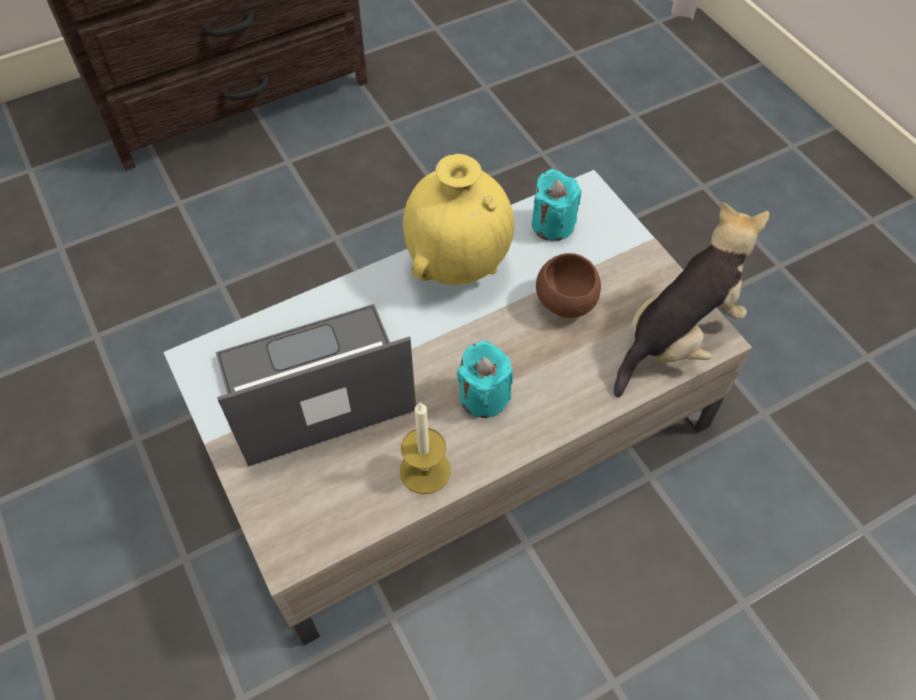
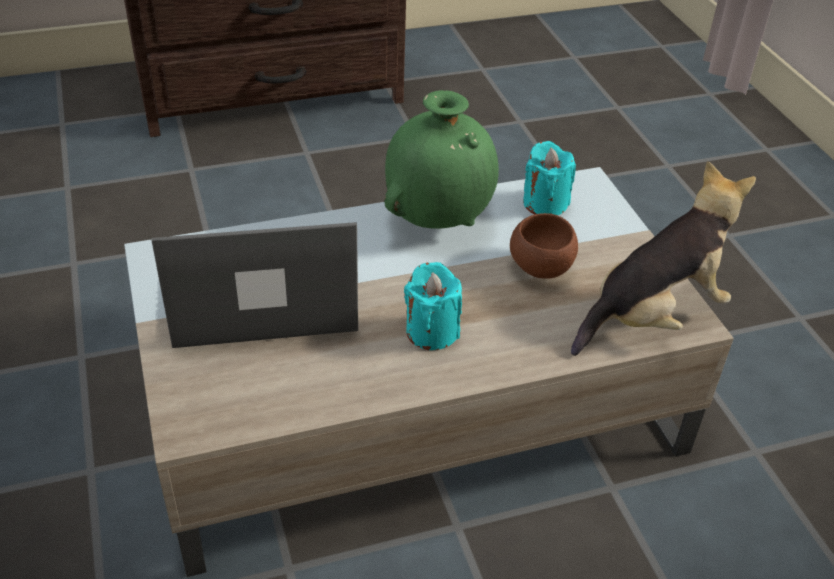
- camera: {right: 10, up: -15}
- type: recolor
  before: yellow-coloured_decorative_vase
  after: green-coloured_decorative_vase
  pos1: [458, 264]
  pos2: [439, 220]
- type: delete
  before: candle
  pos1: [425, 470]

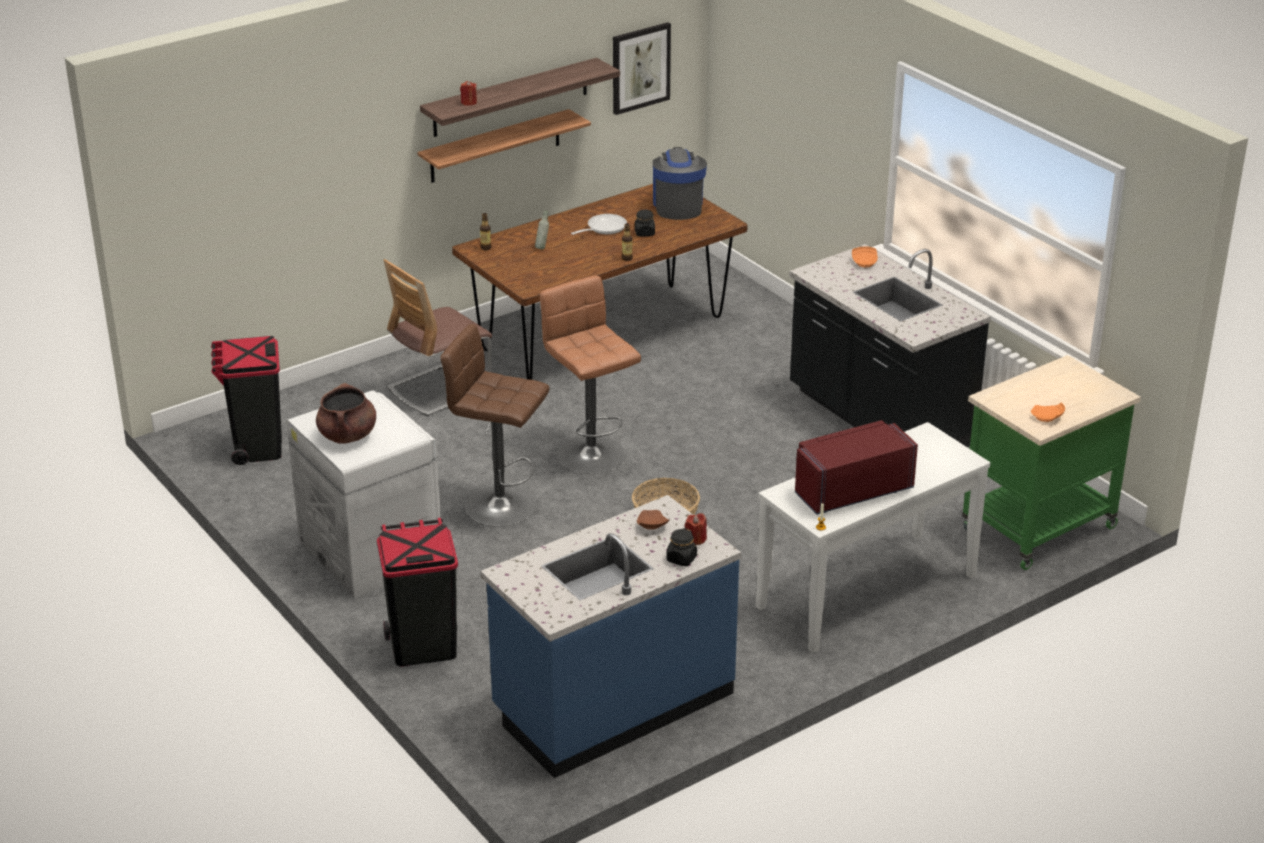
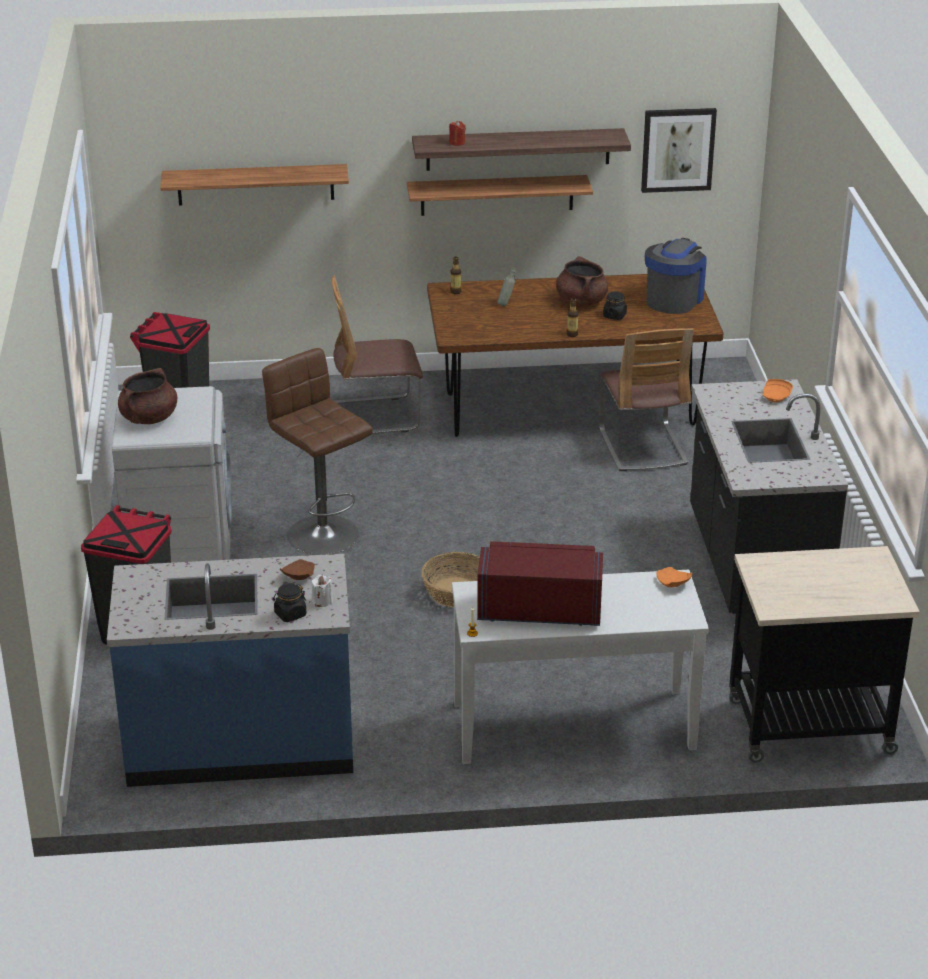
- camera: {right: 30, up: 0}
- type: insert
  after: wall_shelf
  pos2: [255, 184]
- type: recolor
  before: red_candle
  after: white-coloured_candle
  pos1: [695, 539]
  pos2: [322, 601]
- type: replace
  before: pan
  after: brown-coloured_stockpot
  pos1: [603, 228]
  pos2: [581, 301]
- type: insert
  after: upright_chair
  pos2: [642, 447]
- type: move
  before: orangey_plate
  pos1: [1047, 418]
  pos2: [673, 583]
- type: recolor
  before: green-coloured_trolley
  after: blackish_trolley
  pos1: [1038, 529]
  pos2: [808, 728]
- type: delete
  before: brown-coloured_sitting_stool
  pos1: [591, 455]

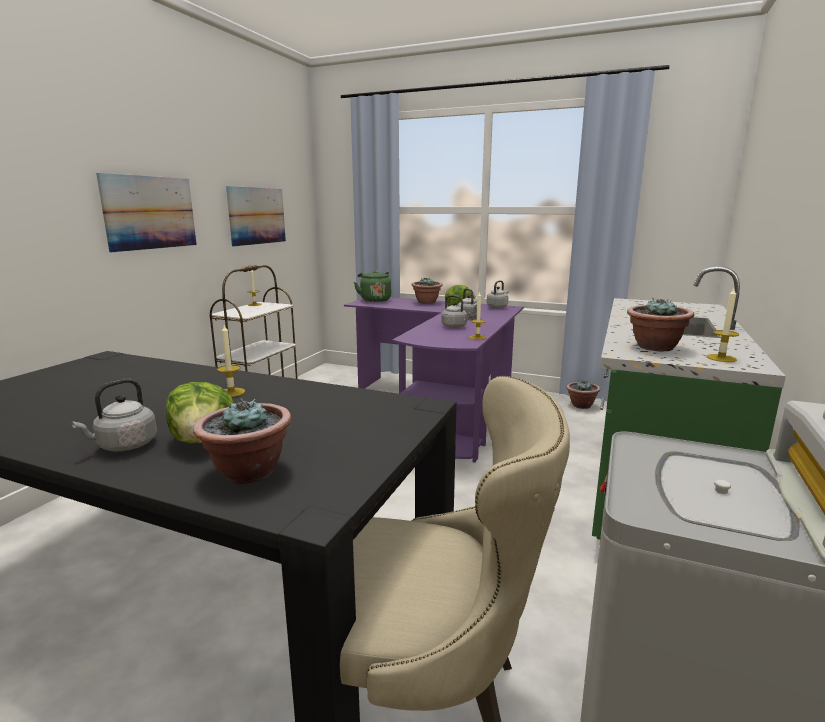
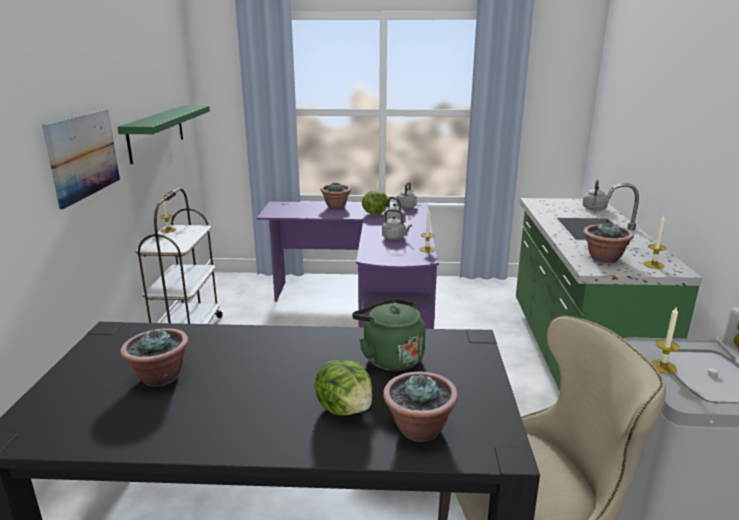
- camera: {right: -20, up: 5}
- type: replace
  before: wall_art
  after: green-coloured_wall_shelf
  pos1: [257, 216]
  pos2: [156, 132]
- type: move
  before: plant_in_a_pot
  pos1: [581, 405]
  pos2: [160, 377]
- type: move
  before: green-coloured_water_kettle
  pos1: [374, 300]
  pos2: [390, 357]
- type: move
  before: grey_water_kettle
  pos1: [124, 445]
  pos2: [594, 209]
- type: move
  before: candle
  pos1: [231, 392]
  pos2: [662, 366]

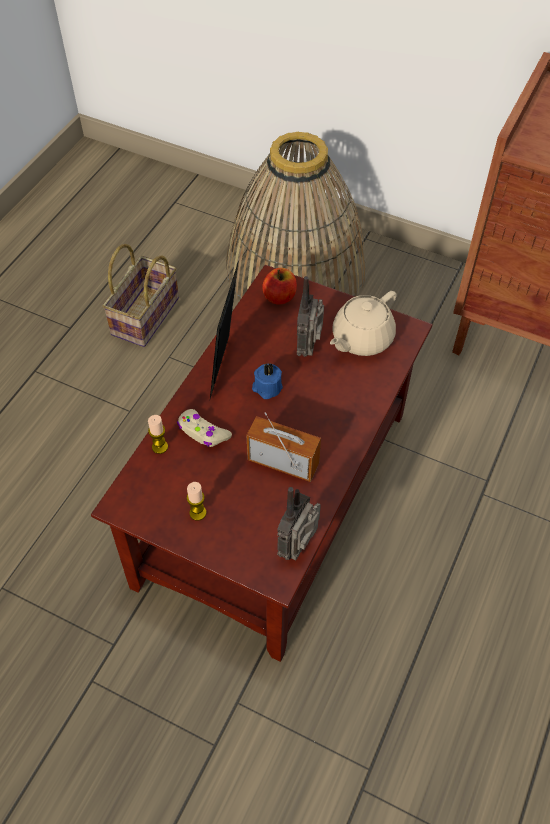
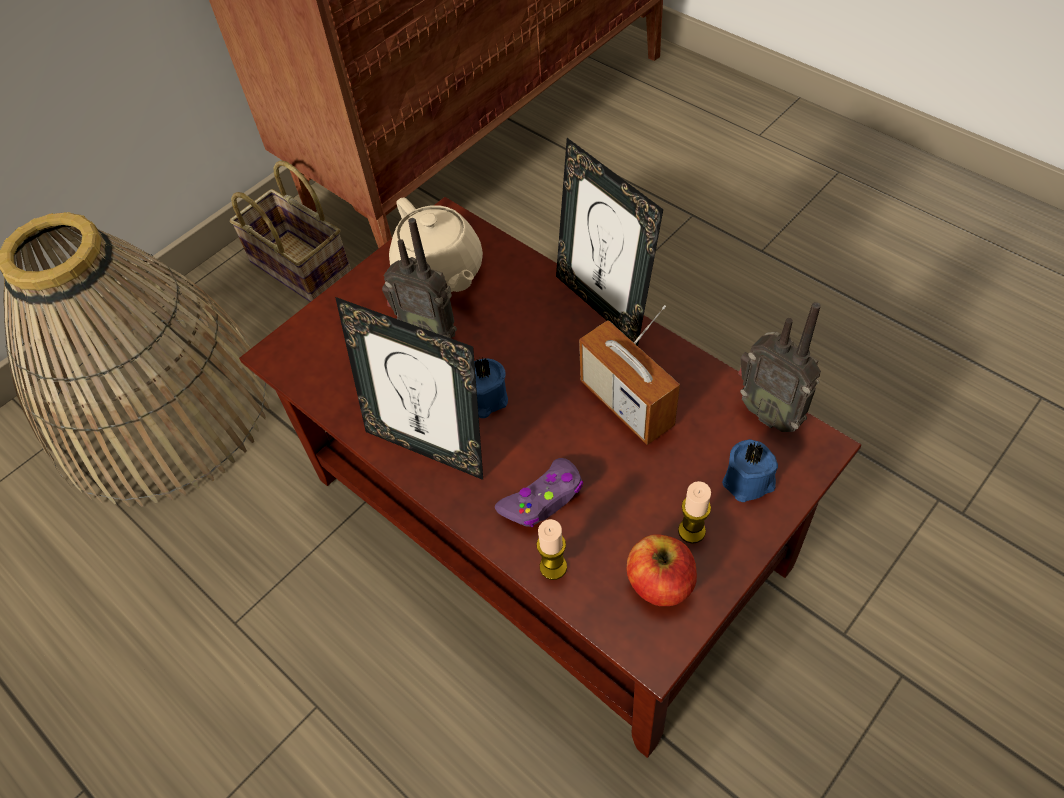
- camera: {right: -70, up: 0}
- type: move
  before: storage_basket
  pos1: [146, 318]
  pos2: [304, 267]
- type: recolor
  before: sand-coloured_gamepad
  after: purple_gamepad
  pos1: [203, 432]
  pos2: [543, 499]
- type: insert
  after: picture_frame
  pos2: [603, 305]
- type: rotate
  before: radio
  pos1: [283, 462]
  pos2: [626, 404]
  turn: -75
- type: move
  before: apple
  pos1: [279, 297]
  pos2: [660, 582]
- type: insert
  after: blue_candle
  pos2: [749, 482]

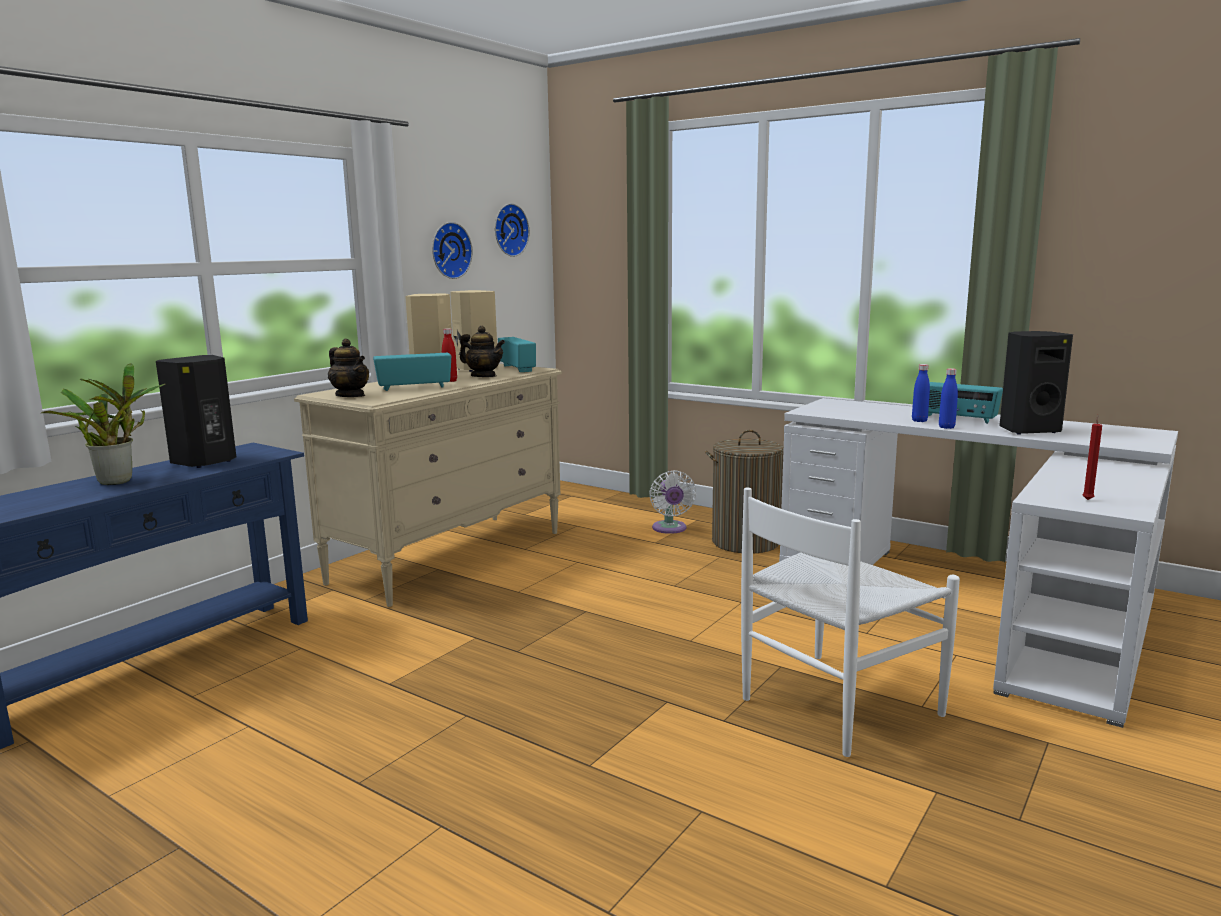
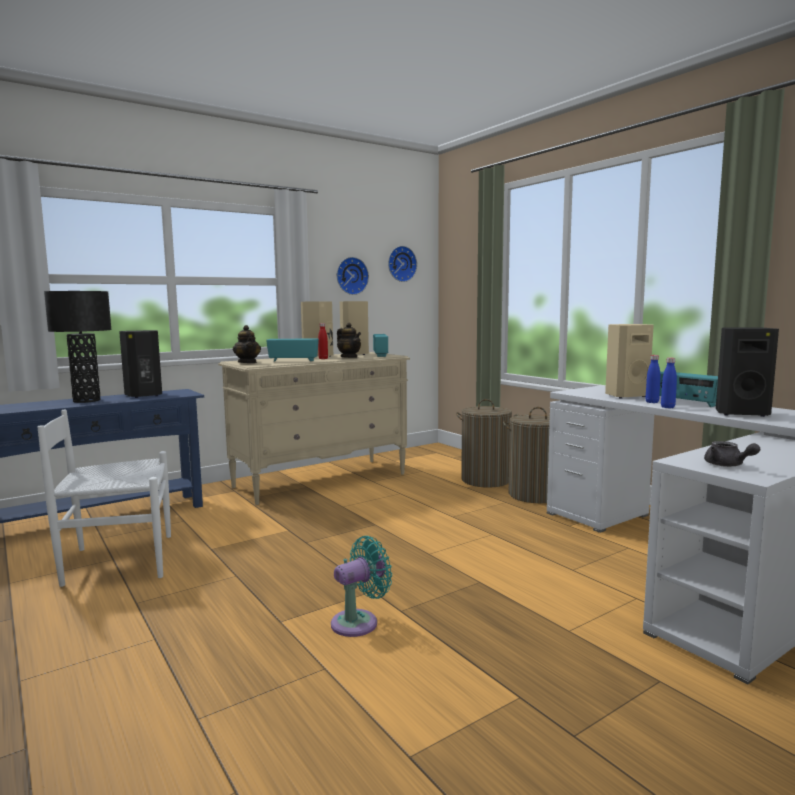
- camera: {right: 20, up: -5}
- type: move
  before: white-coloured_upright_chair
  pos1: [834, 705]
  pos2: [118, 561]
- type: replace
  before: plant_in_a_pot
  after: blackish_lamp_for_a_table
  pos1: [119, 480]
  pos2: [86, 400]
- type: insert
  after: blue-green_electric_fan
  pos2: [359, 622]
- type: replace
  before: white-coloured_electric_fan
  after: washing_basket
  pos1: [670, 529]
  pos2: [485, 480]
- type: insert
  after: sand-coloured_loudspeaker
  pos2: [625, 396]
- type: replace
  before: red_candle
  after: grey_teapot
  pos1: [1088, 499]
  pos2: [727, 465]

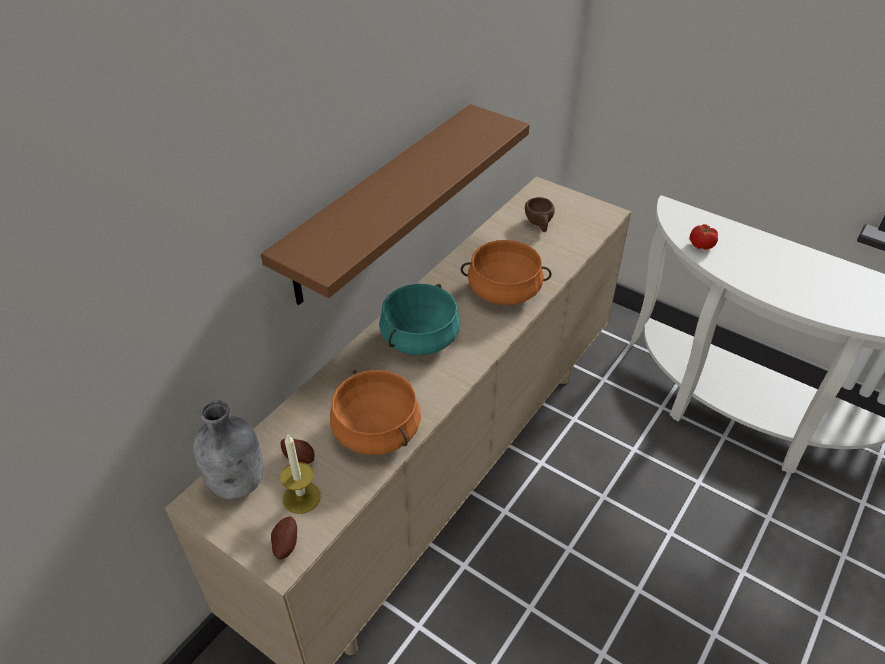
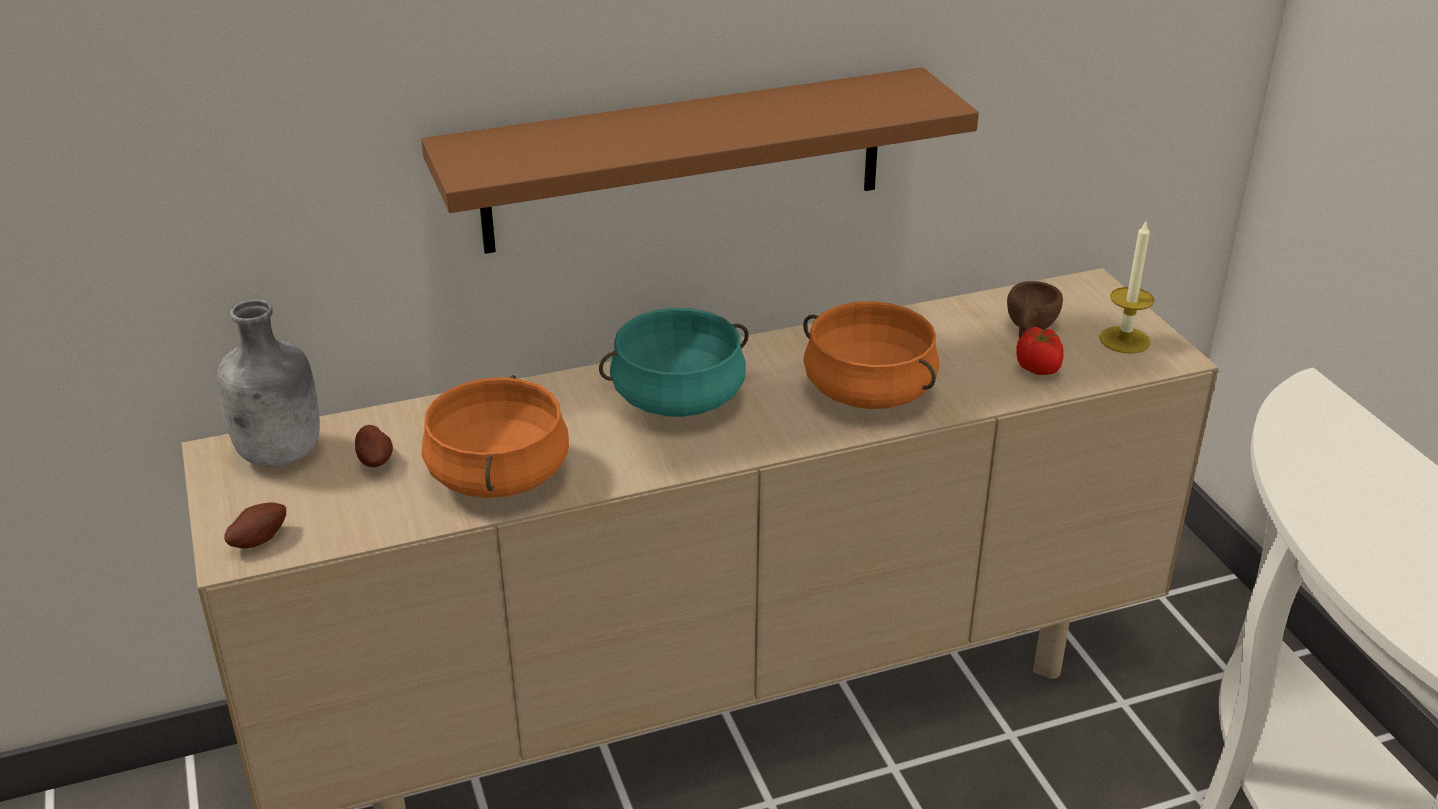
- camera: {right: 35, up: -10}
- type: move
  before: tomato
  pos1: [701, 245]
  pos2: [1038, 368]
- type: move
  before: candle
  pos1: [301, 497]
  pos2: [1124, 340]

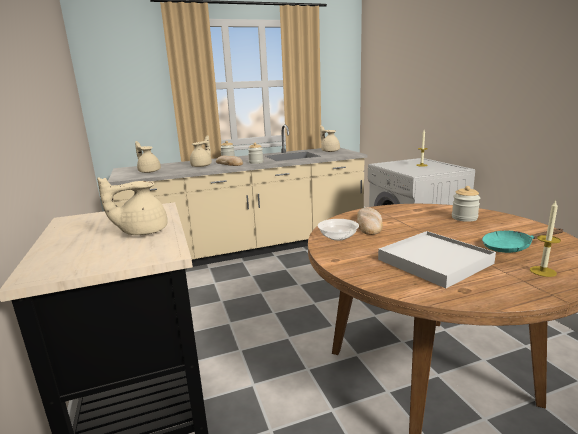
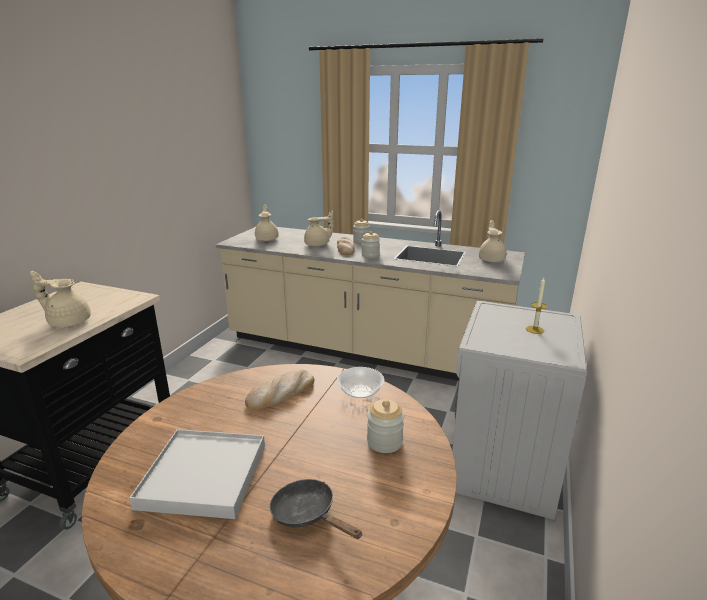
- camera: {right: 40, up: 5}
- type: recolor
  before: blue-green_pan
  after: blackish_pan
  pos1: [511, 247]
  pos2: [308, 514]
- type: move
  before: deep_dish
  pos1: [338, 237]
  pos2: [360, 392]
- type: delete
  before: candle
  pos1: [542, 271]

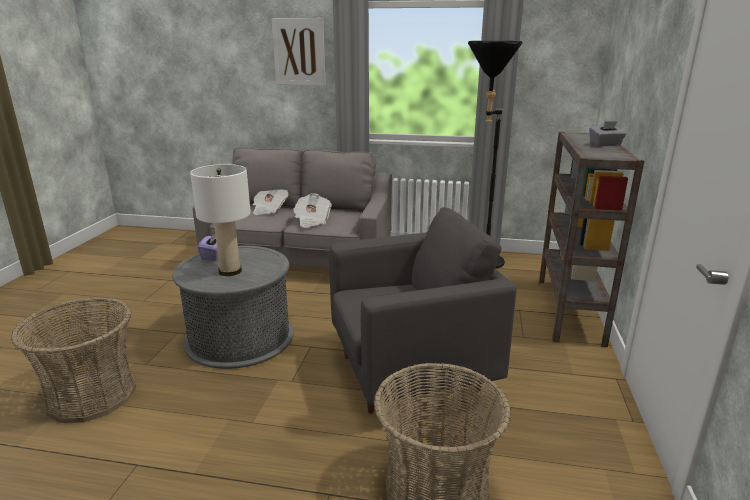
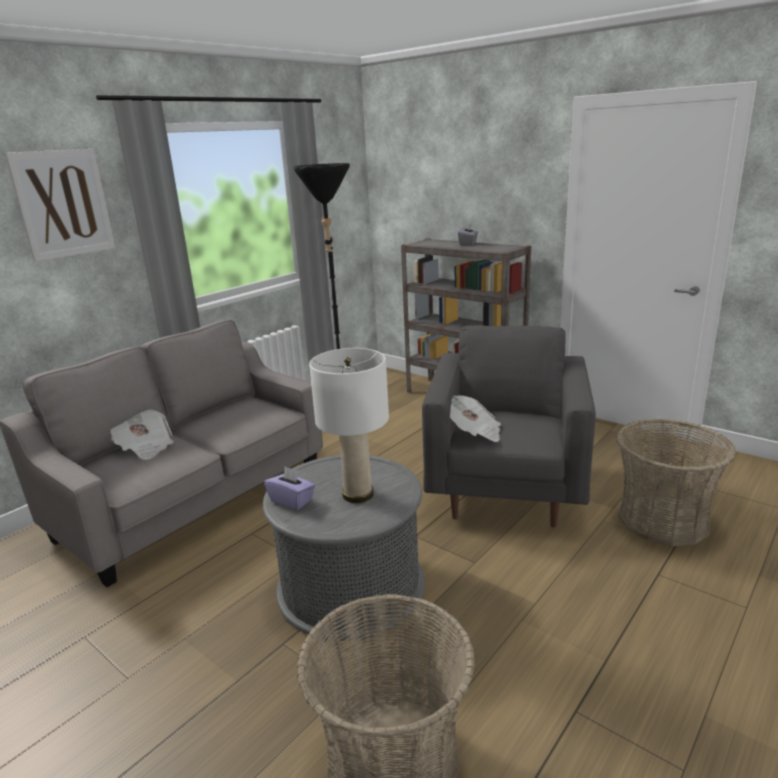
- camera: {right: -60, up: 0}
- type: move
  before: daily_paper
  pos1: [312, 221]
  pos2: [473, 432]

